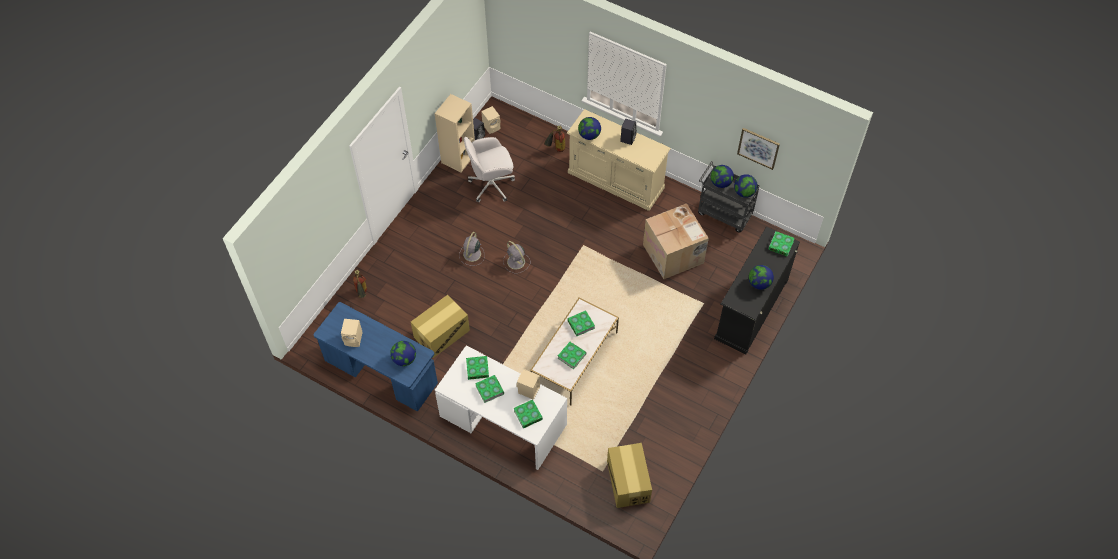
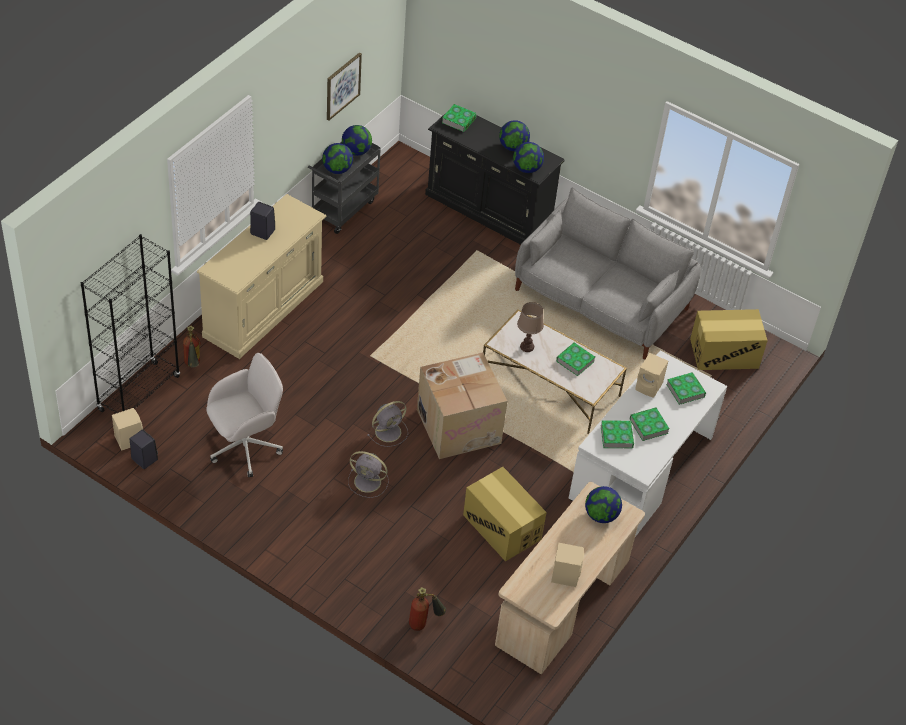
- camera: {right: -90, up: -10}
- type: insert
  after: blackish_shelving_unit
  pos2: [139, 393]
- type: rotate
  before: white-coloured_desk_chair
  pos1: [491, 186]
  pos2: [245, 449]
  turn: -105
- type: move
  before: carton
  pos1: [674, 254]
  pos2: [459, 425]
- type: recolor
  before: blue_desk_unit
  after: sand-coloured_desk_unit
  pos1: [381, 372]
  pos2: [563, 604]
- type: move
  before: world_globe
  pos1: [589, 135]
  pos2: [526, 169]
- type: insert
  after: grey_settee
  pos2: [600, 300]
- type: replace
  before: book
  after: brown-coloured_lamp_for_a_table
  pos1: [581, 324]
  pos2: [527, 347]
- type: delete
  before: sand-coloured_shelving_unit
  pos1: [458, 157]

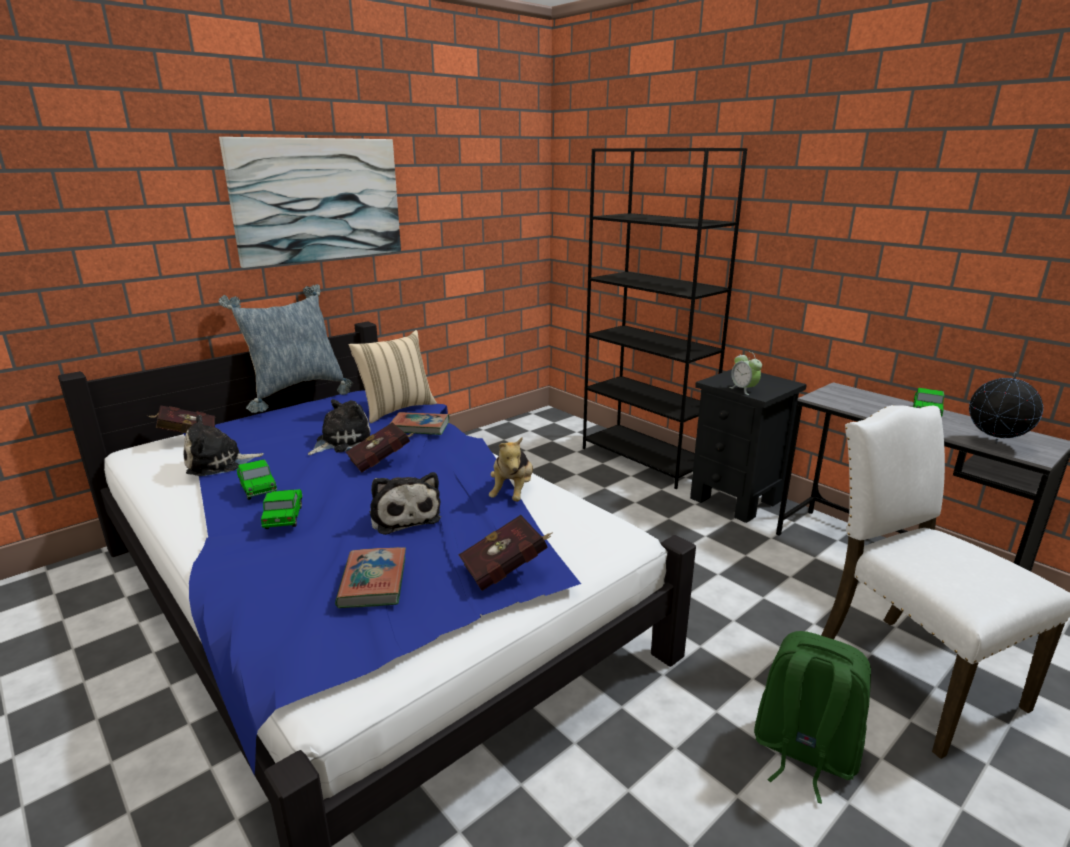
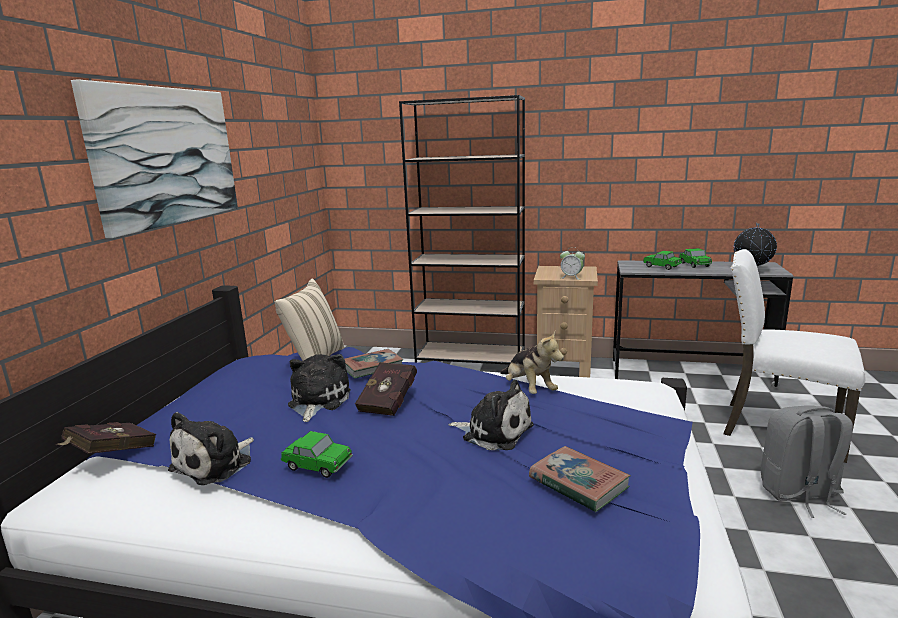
- camera: {right: -35, up: -5}
- type: recolor
  before: blackish_shelving_unit
  after: sand-coloured_shelving_unit
  pos1: [645, 459]
  pos2: [471, 361]
- type: recolor
  before: blackish_nightstand
  after: sand-coloured_nightstand
  pos1: [735, 500]
  pos2: [564, 368]
- type: move
  before: toy_car
  pos1: [284, 518]
  pos2: [661, 267]
- type: recolor
  before: green-coloured_backpack
  after: grey_backpack
  pos1: [803, 753]
  pos2: [799, 494]
- type: delete
  before: pillow
  pos1: [295, 400]
- type: delete
  before: red_book
  pos1: [507, 570]

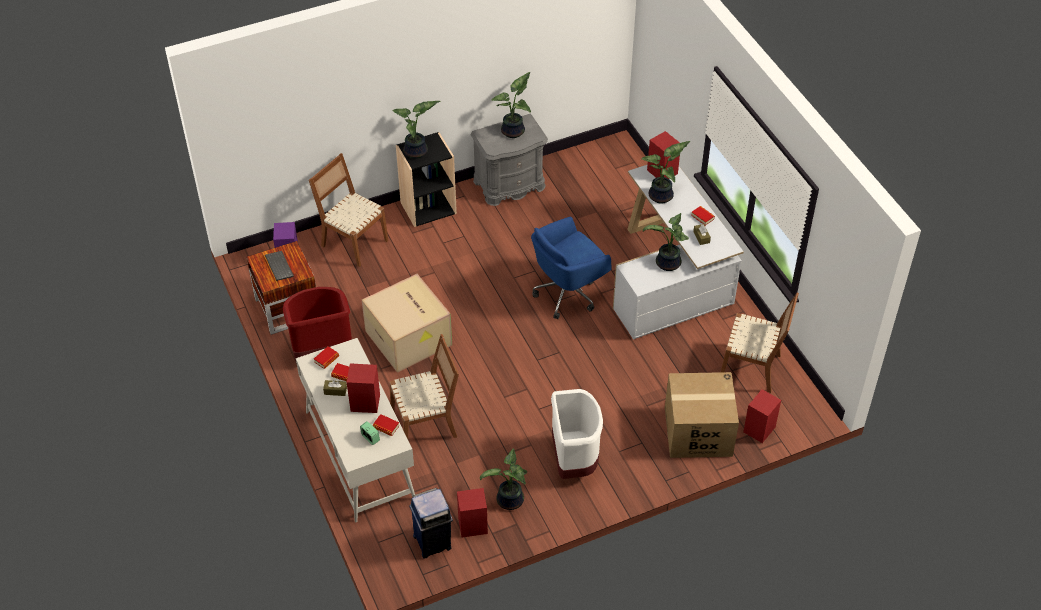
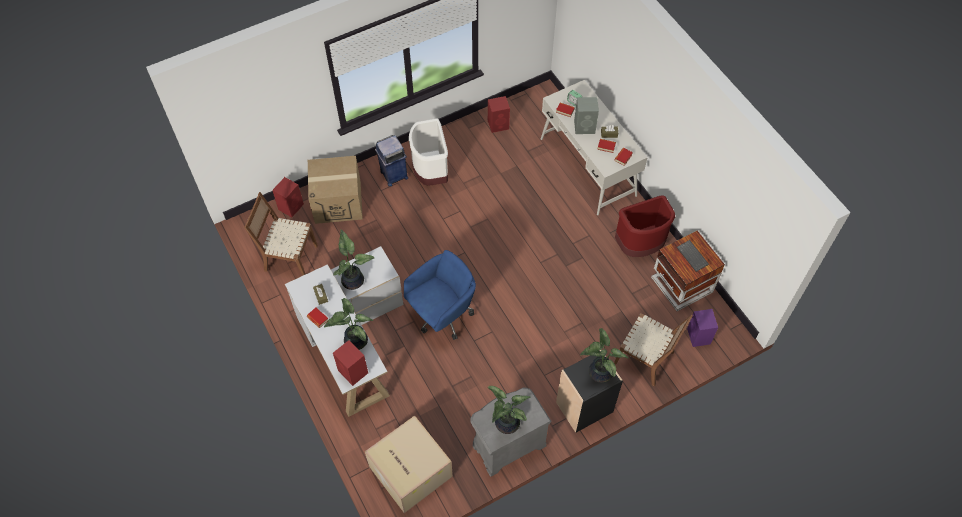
- camera: {right: 175, up: 10}
- type: move
  before: carton
  pos1: [410, 338]
  pos2: [409, 471]
- type: move
  before: blue_waste_bin
  pos1: [433, 542]
  pos2: [393, 175]
- type: recolor
  before: red_loudspeaker
  after: grey_loudspeaker
  pos1: [364, 402]
  pos2: [585, 127]
- type: delete
  before: upright_chair
  pos1: [427, 424]
- type: delete
  before: plant_in_a_pot
  pos1: [509, 501]

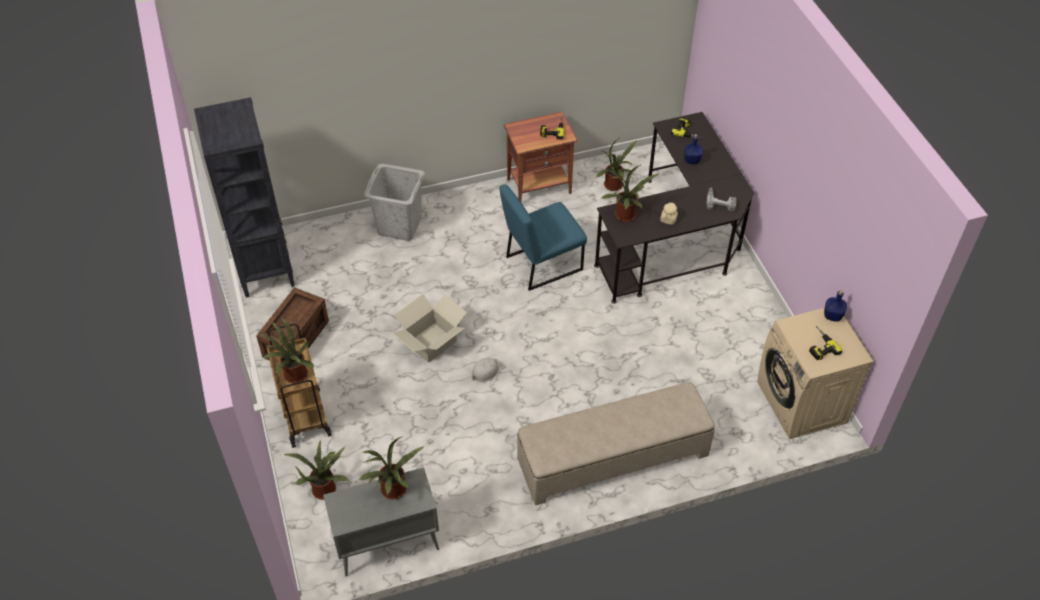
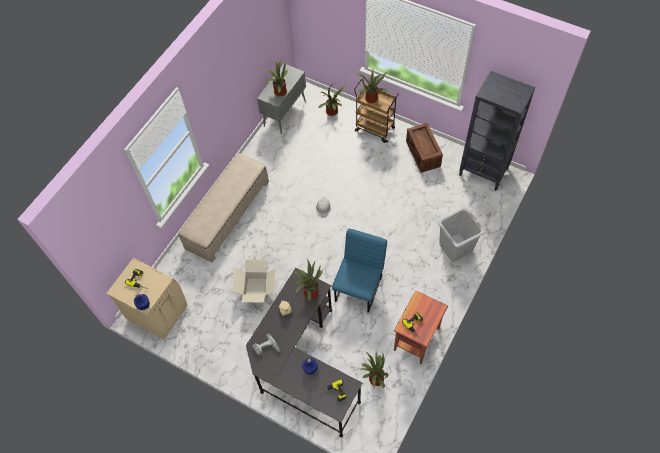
- camera: {right: 140, up: 10}
- type: move
  before: carton
  pos1: [431, 342]
  pos2: [257, 289]

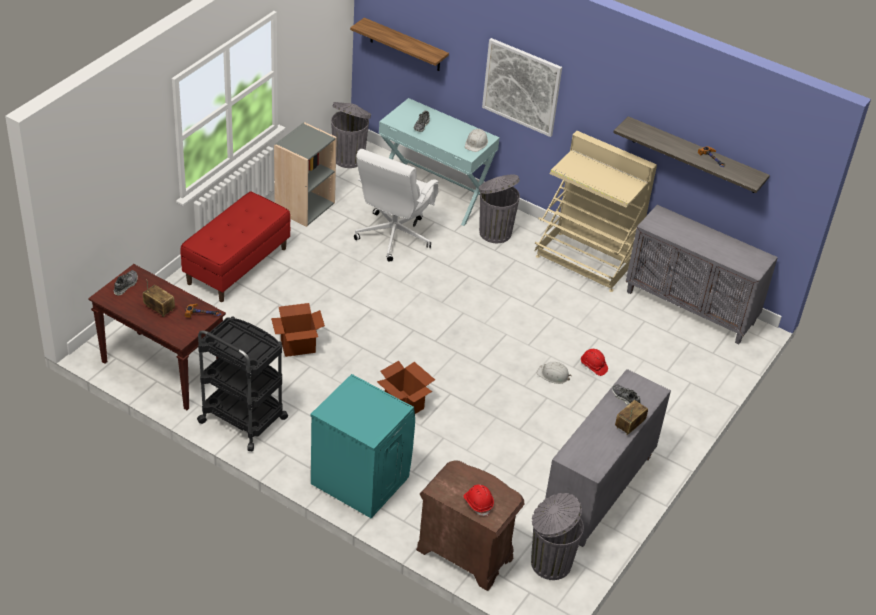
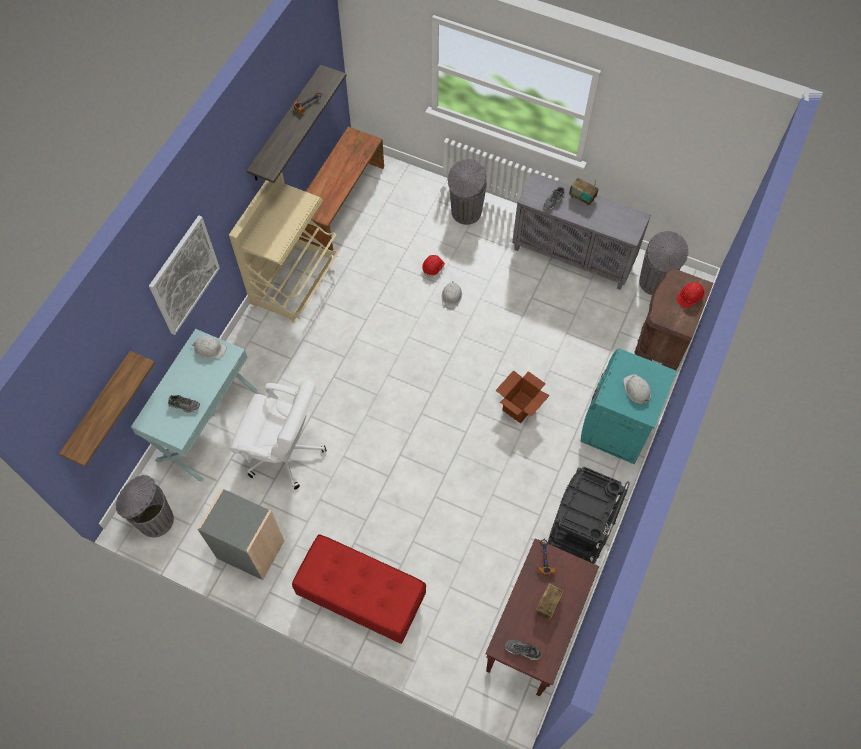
- camera: {right: -95, up: 20}
- type: replace
  before: grey_cabinet
  after: brown-coloured_bench
  pos1: [691, 307]
  pos2: [341, 201]
- type: move
  before: grey_waste_bin
  pos1: [494, 232]
  pos2: [465, 213]
- type: insert
  after: white-coloured_work_helmet
  pos2: [636, 390]
- type: delete
  before: carton
  pos1: [297, 346]

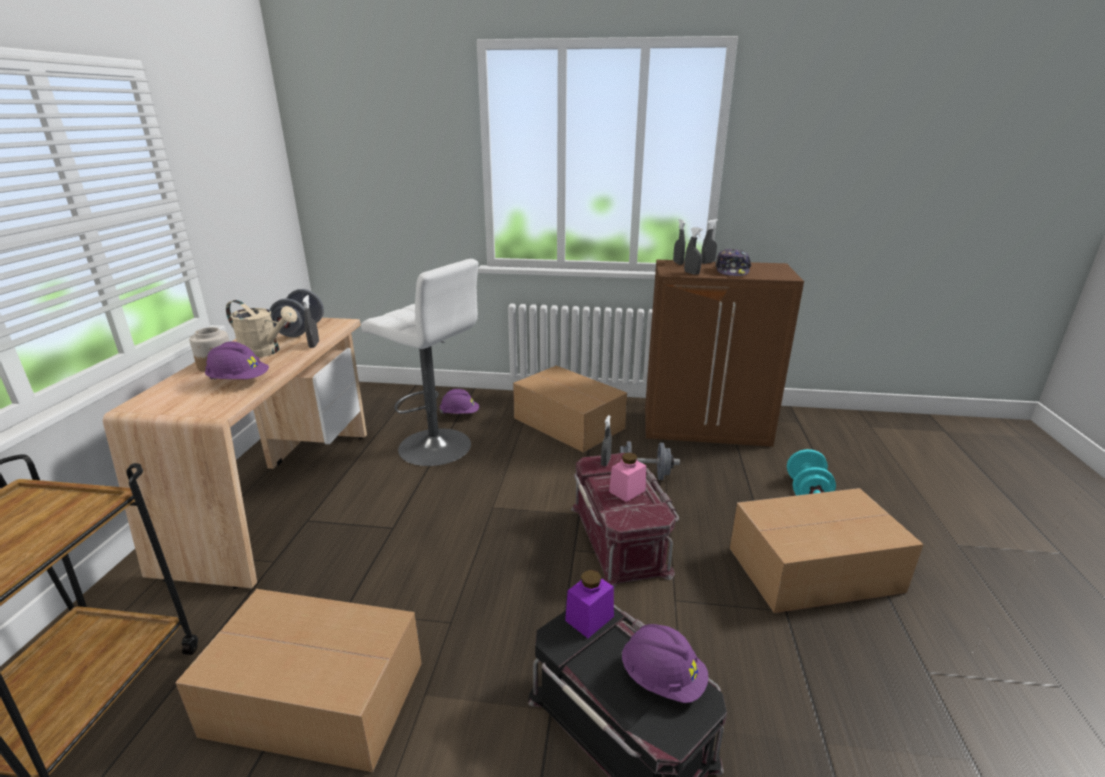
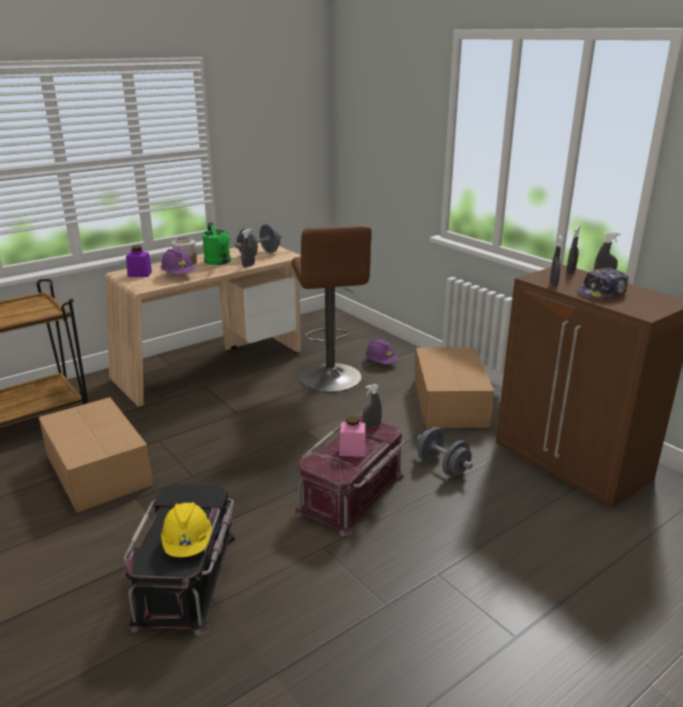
- camera: {right: 45, up: 0}
- type: move
  before: purple_preserve_jar
  pos1: [589, 618]
  pos2: [140, 274]
- type: recolor
  before: purple_work_helmet
  after: yellow-coloured_work_helmet
  pos1: [662, 679]
  pos2: [188, 544]
- type: recolor
  before: sand-coloured_sprinkling_can
  after: green-coloured_sprinkling_can
  pos1: [266, 352]
  pos2: [219, 262]
- type: recolor
  before: white-coloured_sitting_stool
  after: brown-coloured_sitting_stool
  pos1: [435, 447]
  pos2: [330, 377]
- type: delete
  before: carton
  pos1: [816, 569]
- type: delete
  before: blue-green_dumbbell
  pos1: [806, 491]

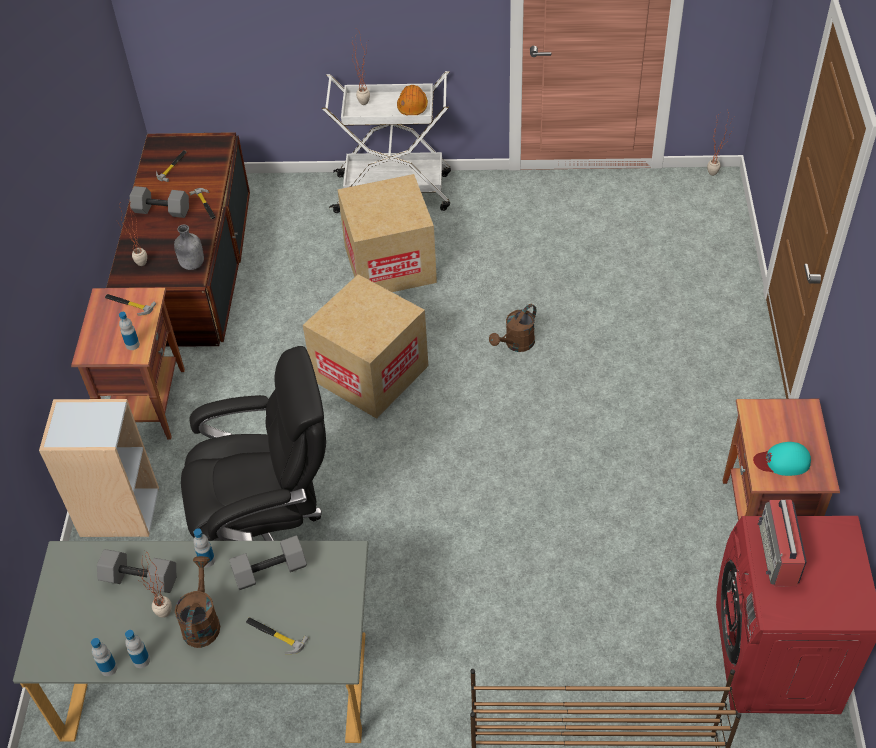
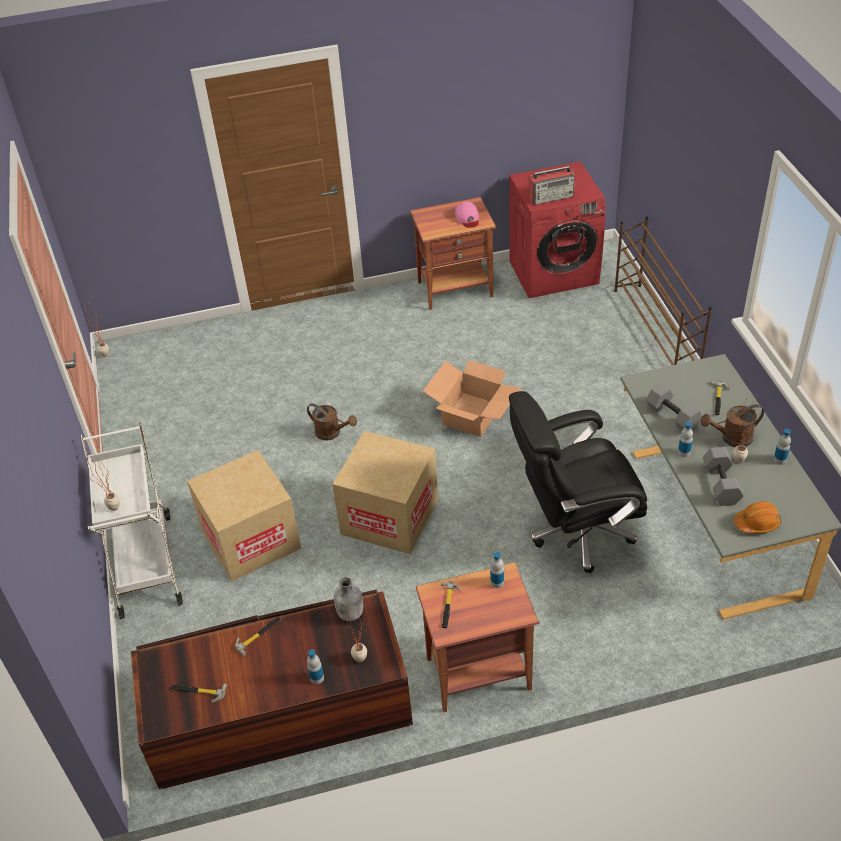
- camera: {right: -105, up: -5}
- type: move
  before: drink_bottle
  pos1: [108, 668]
  pos2: [317, 678]
- type: insert
  after: carton
  pos2: [472, 414]
- type: recolor
  before: blue-green_baseball_cap
  after: pink_baseball_cap
  pos1: [782, 461]
  pos2: [467, 218]
- type: rotate
  before: blackish_desk_chair
  pos1: [269, 531]
  pos2: [575, 533]
  turn: -75
- type: move
  before: orangey_work_helmet
  pos1: [412, 106]
  pos2: [757, 523]
- type: delete
  before: shelving_unit
  pos1: [118, 511]
- type: delete
  before: grey_dumbbell
  pos1: [162, 210]

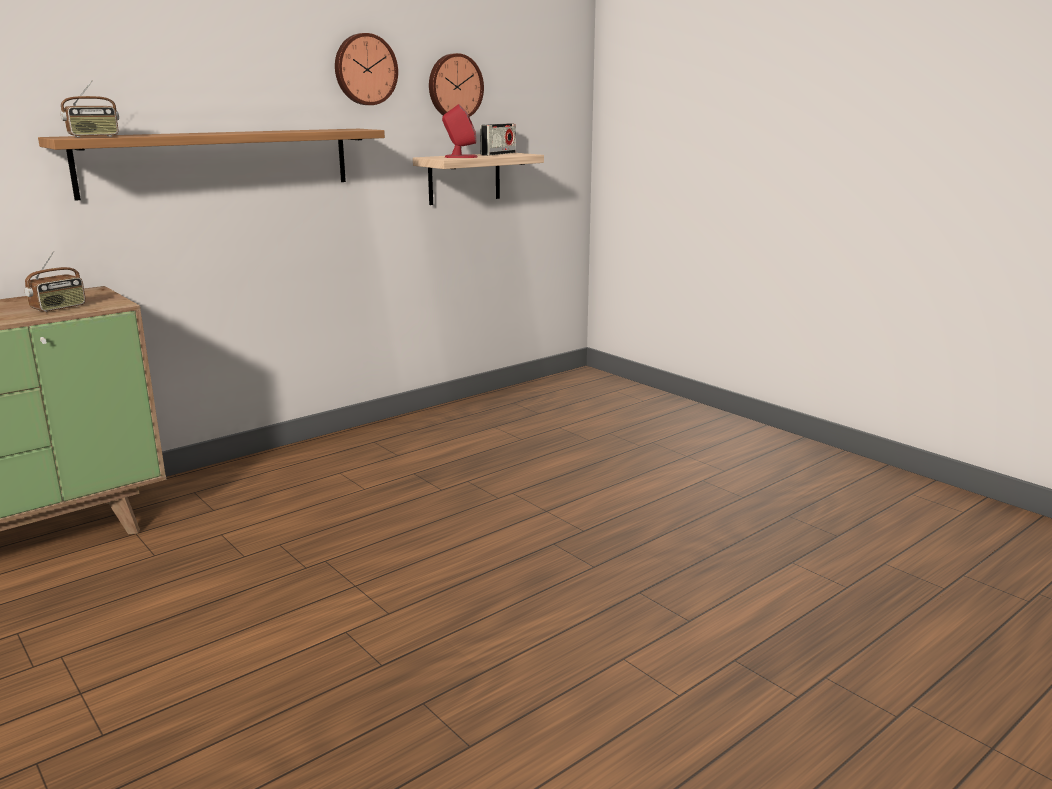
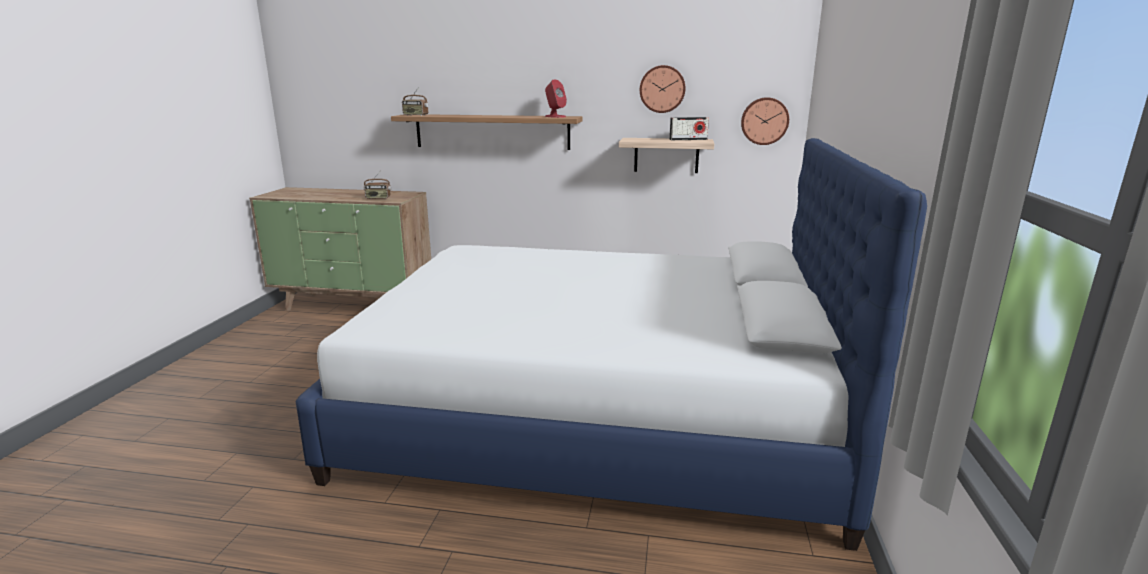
- camera: {right: 50, up: 0}
- type: insert
  after: white-coloured_bed
  pos2: [595, 416]
- type: move
  before: red_loudspeaker
  pos1: [460, 157]
  pos2: [555, 116]
- type: move
  before: hanging_clock
  pos1: [364, 69]
  pos2: [764, 121]

